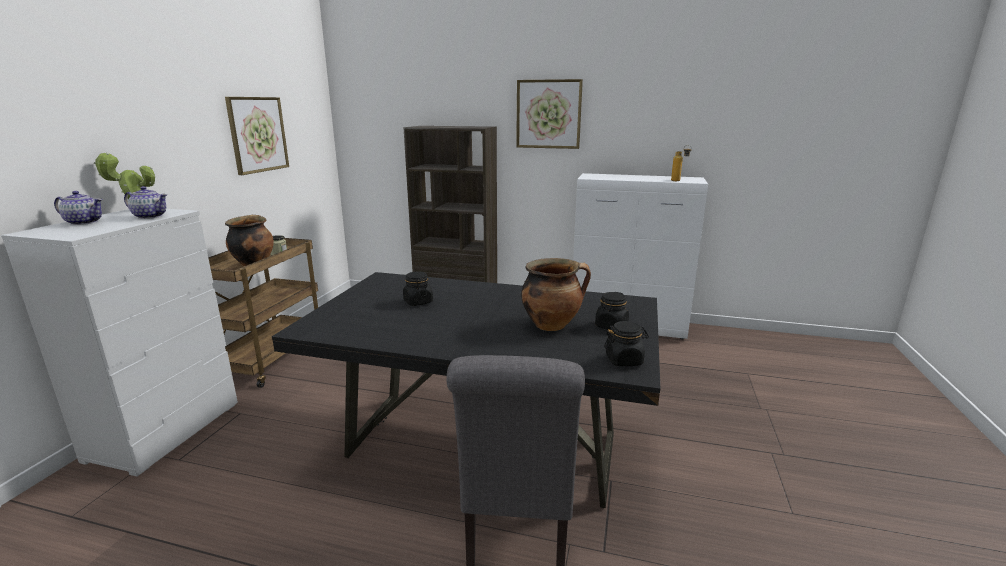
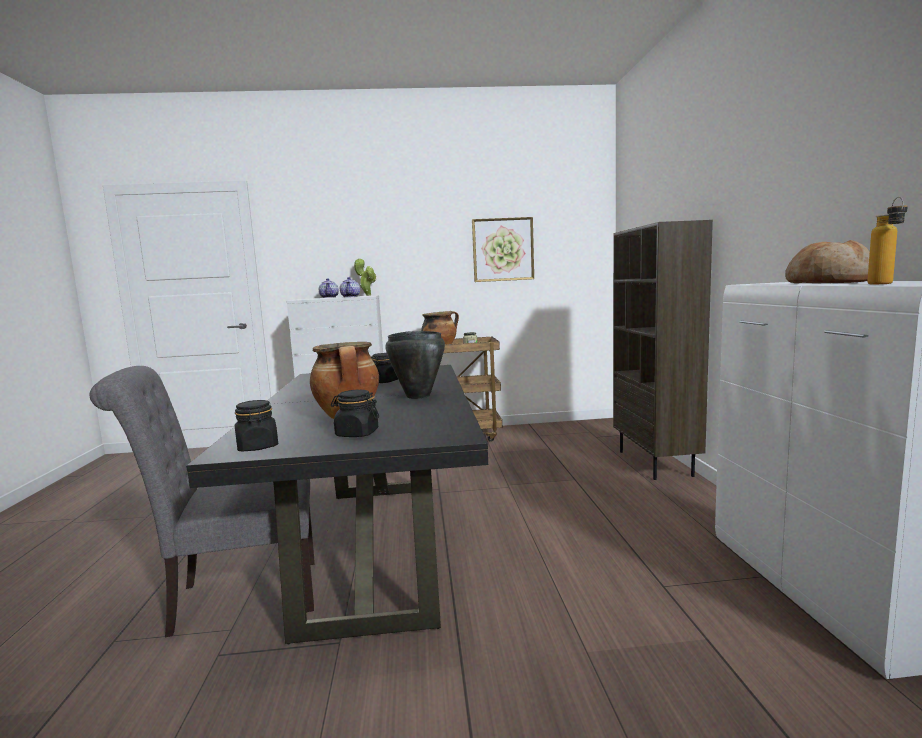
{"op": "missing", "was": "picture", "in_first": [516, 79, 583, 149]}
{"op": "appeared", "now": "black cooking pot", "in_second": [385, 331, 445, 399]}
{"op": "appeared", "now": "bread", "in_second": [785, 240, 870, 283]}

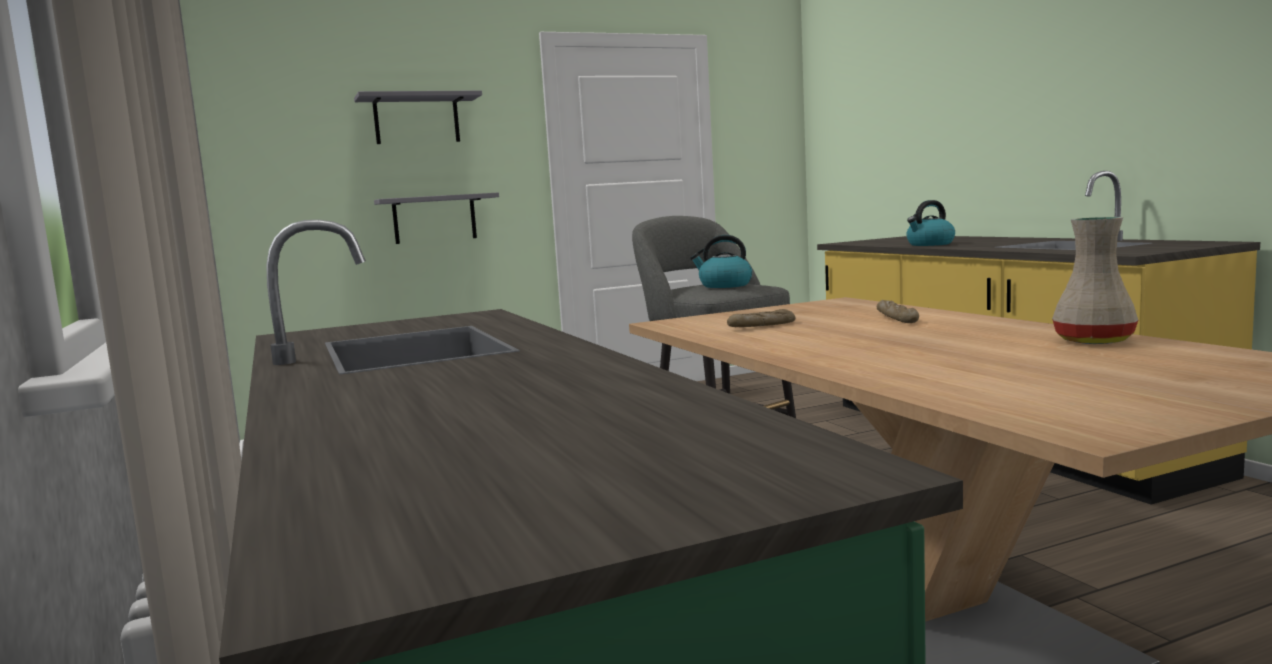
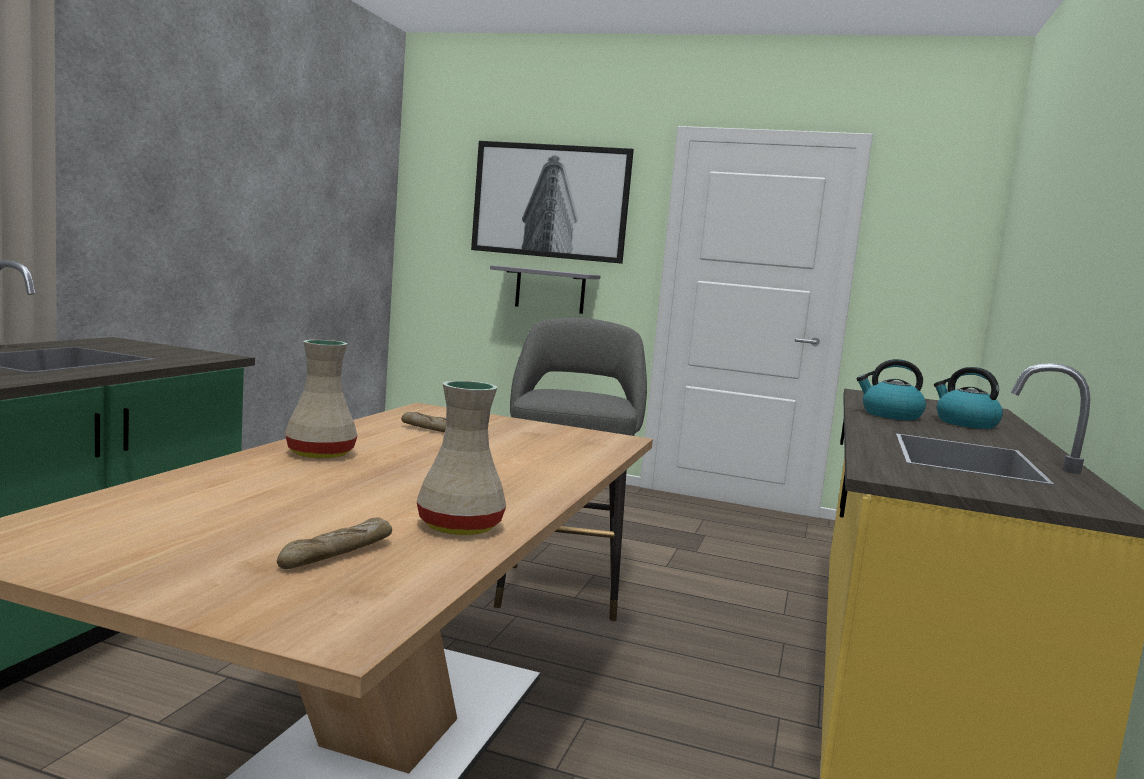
{"op": "appeared", "now": "beige vase", "in_second": [285, 340, 358, 458]}
{"op": "relocated", "was": "kettle", "in_first": [690, 235, 752, 288], "in_second": [934, 367, 1003, 429]}
{"op": "relocated", "was": "bread", "in_first": [877, 300, 919, 323], "in_second": [277, 517, 392, 569]}
{"op": "exchanged", "was": "grey shelf", "now": "picture", "in_first": [354, 90, 482, 144], "in_second": [471, 141, 634, 264]}

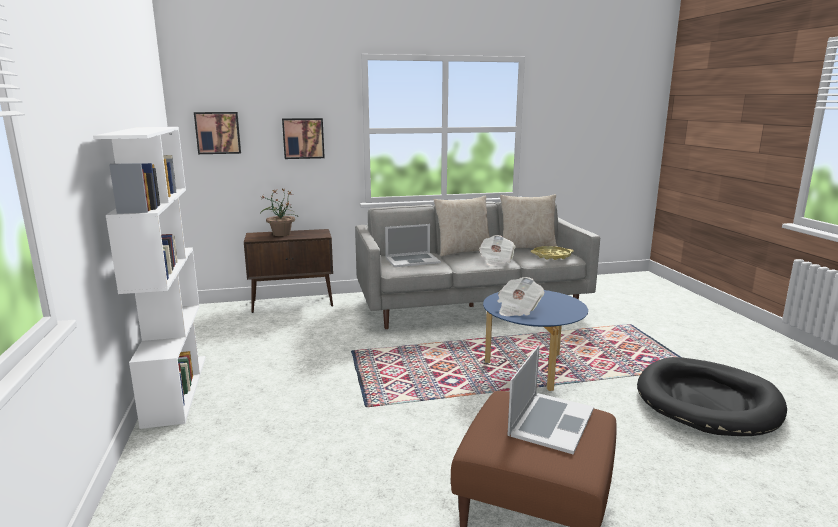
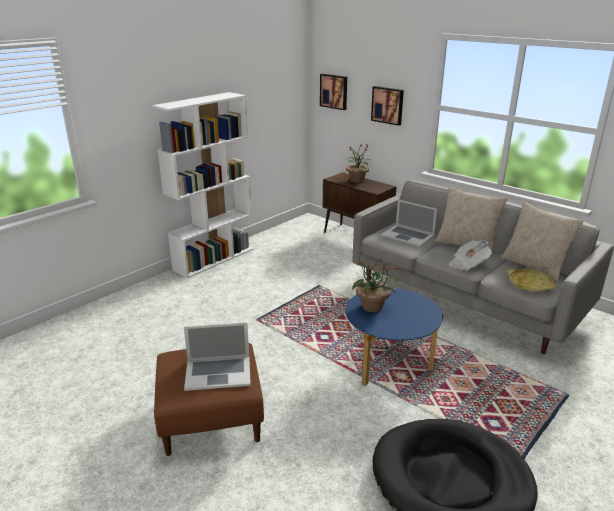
{"op": "exchanged", "was": "newspaper", "now": "potted plant", "in_first": [497, 277, 544, 316], "in_second": [352, 258, 398, 312]}

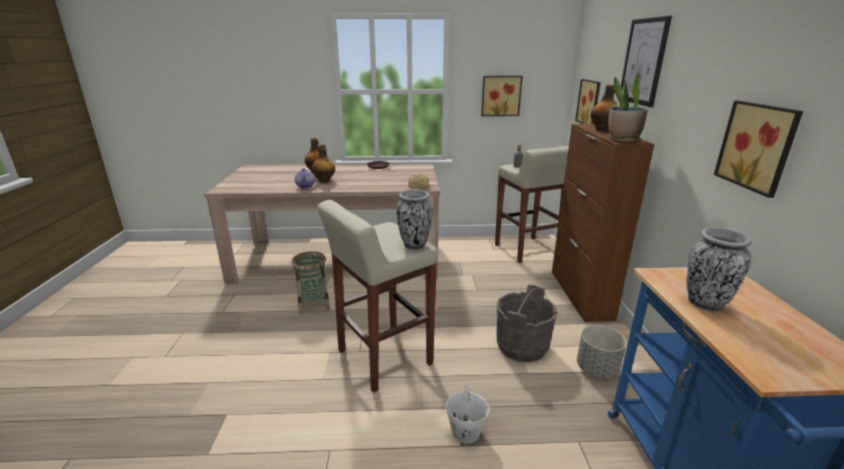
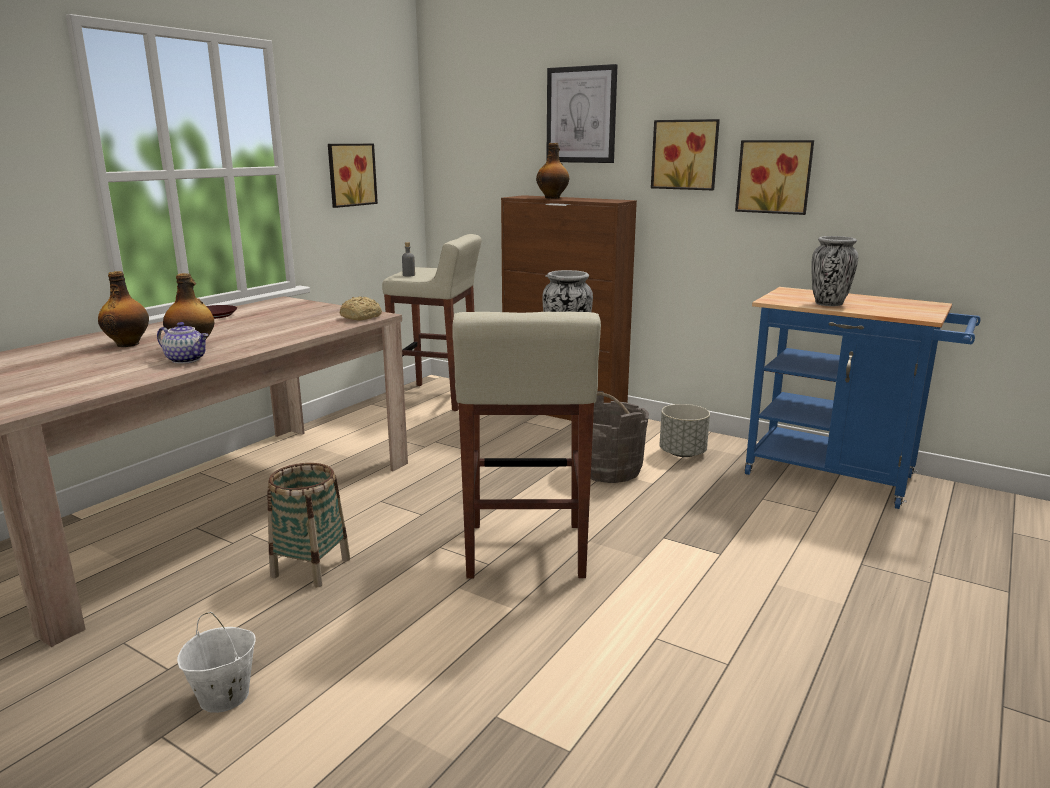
{"op": "missing", "was": "potted plant", "in_first": [608, 73, 648, 142]}
{"op": "relocated", "was": "white bucket", "in_first": [445, 385, 490, 444], "in_second": [177, 612, 256, 713]}
{"op": "relocated", "was": "picture", "in_first": [575, 79, 601, 124], "in_second": [651, 119, 720, 191]}

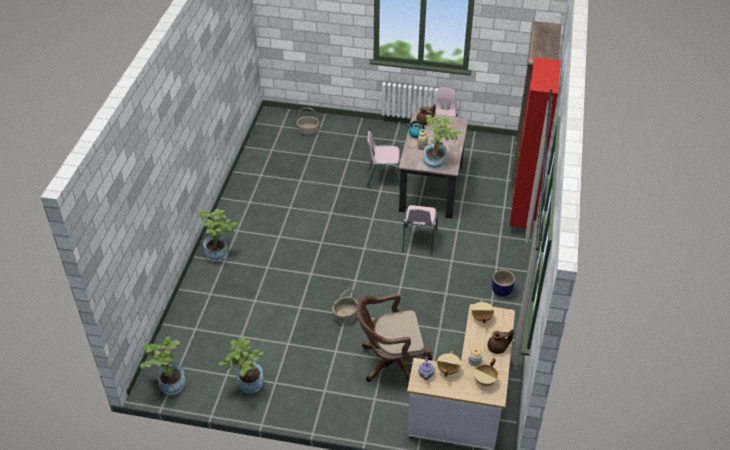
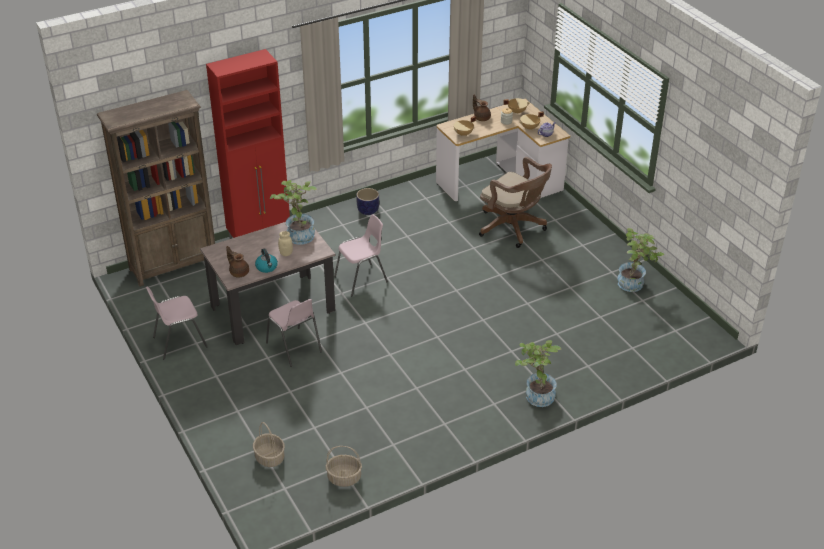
{"op": "missing", "was": "potted plant", "in_first": [140, 337, 185, 395]}
{"op": "relocated", "was": "basket", "in_first": [332, 289, 358, 323], "in_second": [326, 446, 362, 487]}

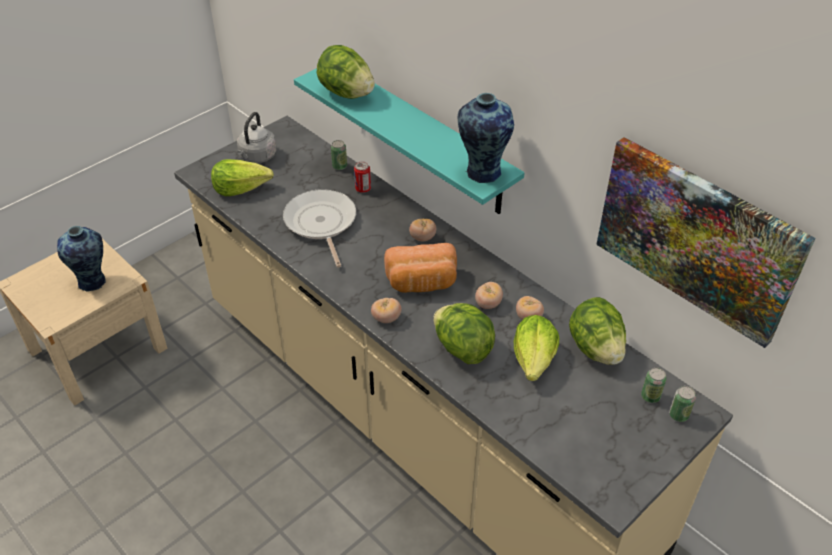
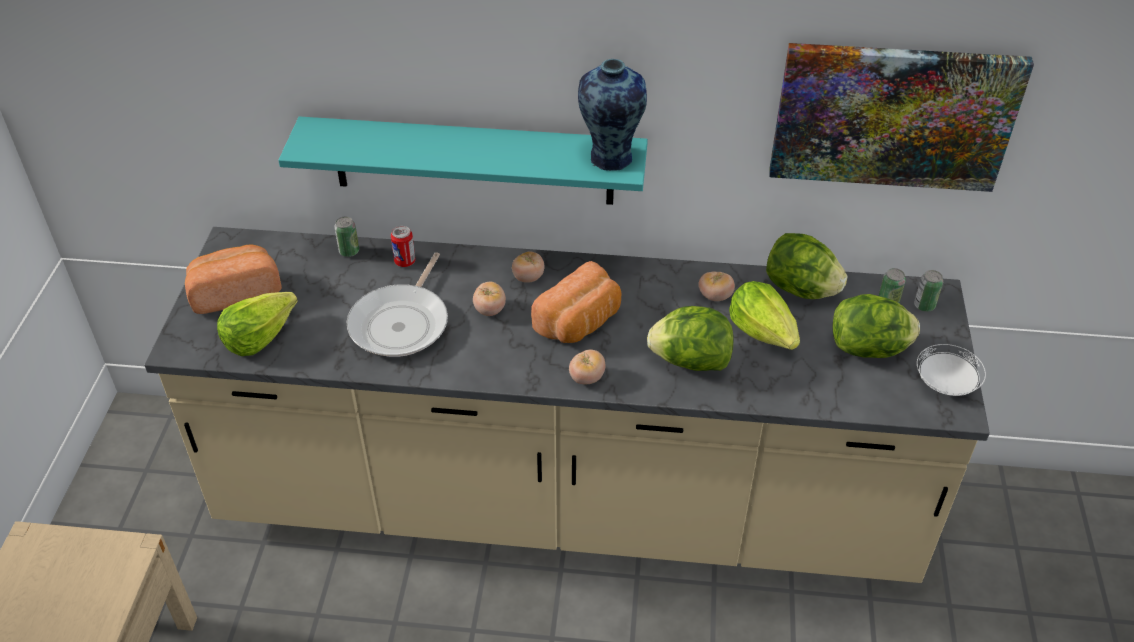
{"op": "missing", "was": "vase", "in_first": [57, 226, 106, 292]}
{"op": "appeared", "now": "white plate", "in_second": [917, 344, 986, 396]}
{"op": "relocated", "was": "lettuce", "in_first": [317, 45, 375, 99], "in_second": [832, 294, 920, 358]}
{"op": "relocated", "was": "tomato", "in_first": [475, 282, 503, 309], "in_second": [473, 282, 506, 316]}
{"op": "exchanged", "was": "grey kettle", "now": "bread", "in_first": [237, 112, 277, 163], "in_second": [185, 245, 282, 314]}
{"op": "spun", "was": "frying pan", "in_first": [283, 189, 356, 268], "in_second": [347, 252, 448, 357], "clockwise": -105}

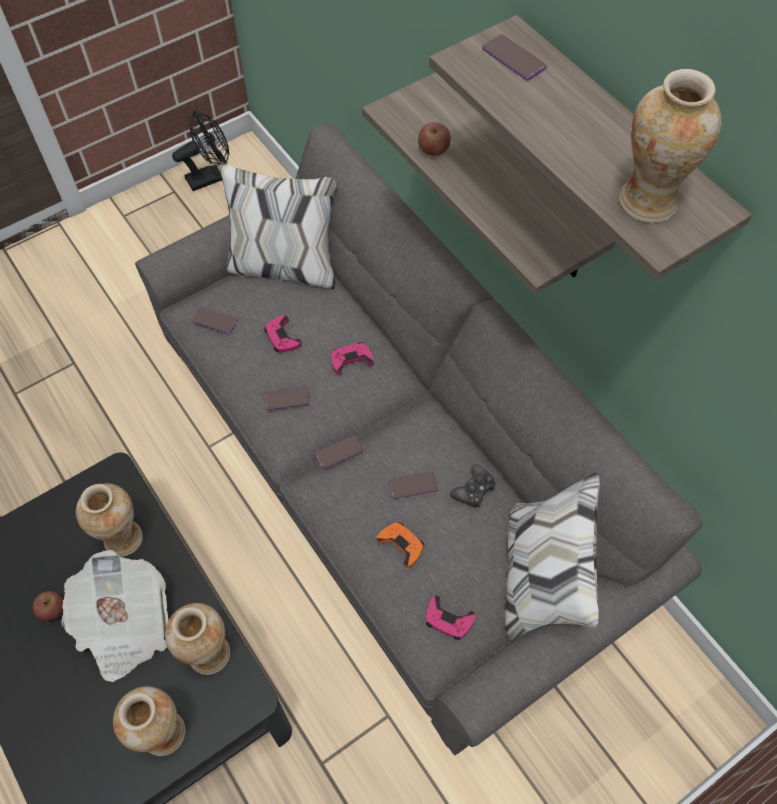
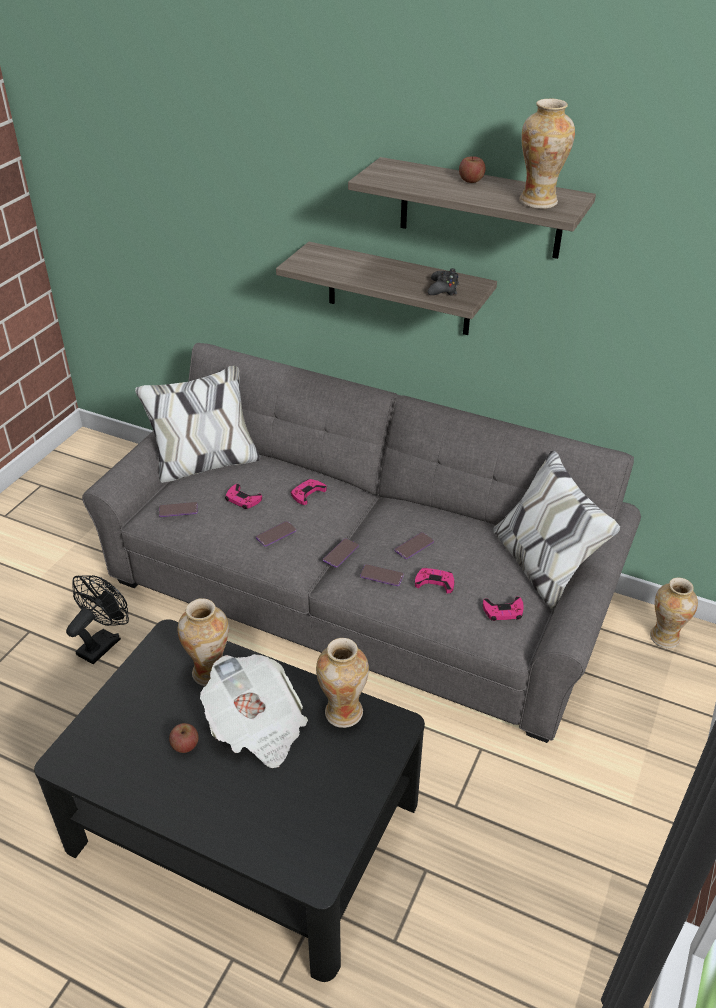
{"op": "relocated", "was": "vase", "in_first": [113, 686, 185, 756], "in_second": [650, 578, 698, 648]}
{"op": "relocated", "was": "black fan", "in_first": [172, 111, 230, 191], "in_second": [66, 575, 129, 664]}
{"op": "relocated", "was": "apple", "in_first": [418, 122, 451, 156], "in_second": [459, 156, 486, 183]}
{"op": "relocated", "was": "black game controller", "in_first": [450, 464, 496, 508], "in_second": [428, 268, 459, 296]}
{"op": "relocated", "was": "phone", "in_first": [482, 34, 547, 80], "in_second": [360, 564, 404, 586]}
{"op": "colour", "was": "orange game controller", "now": "pink game controller", "in_first": [377, 522, 424, 568], "in_second": [415, 568, 454, 593]}

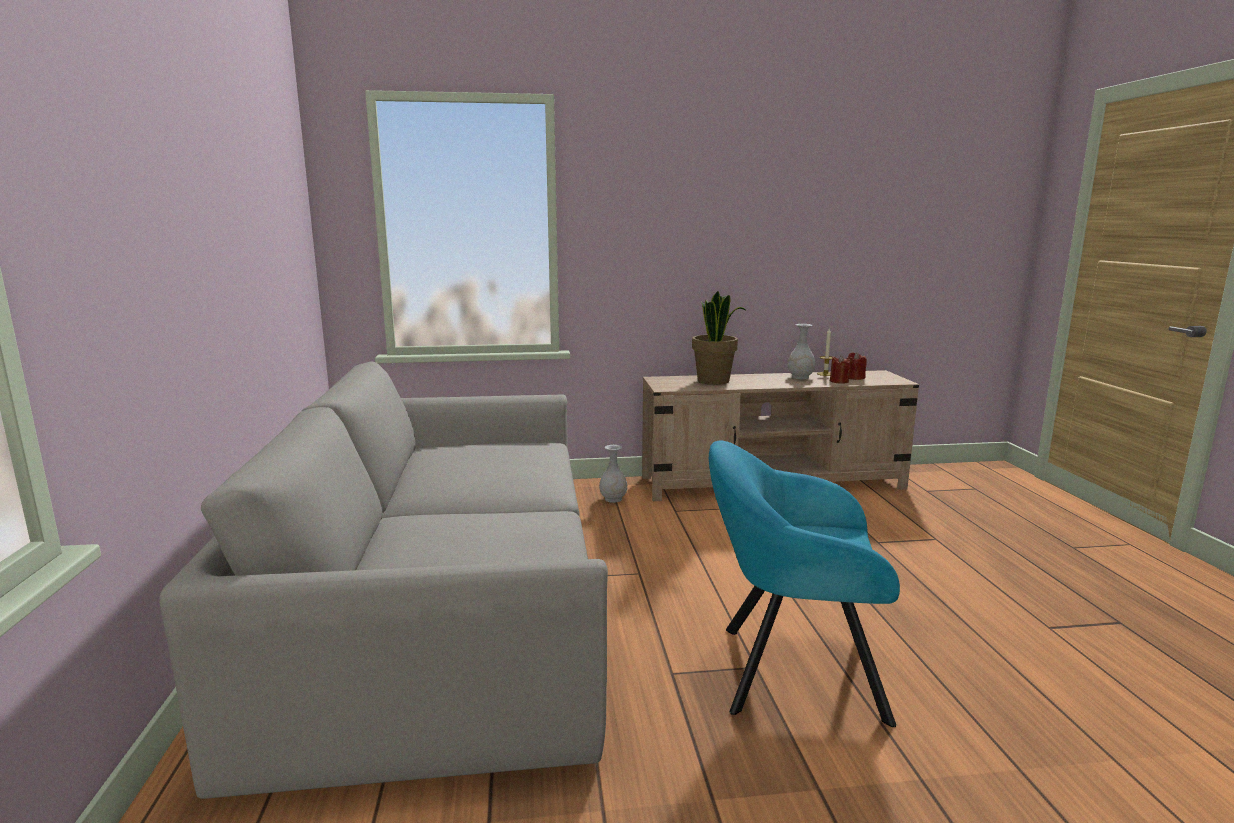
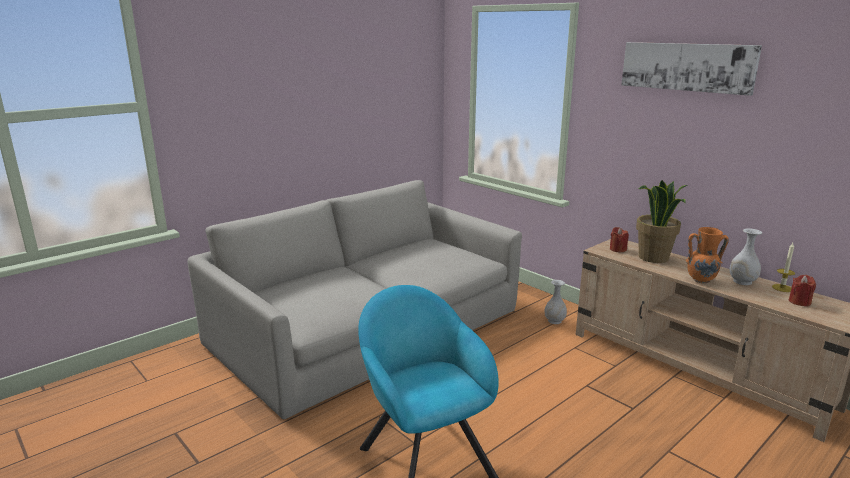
{"op": "appeared", "now": "picture", "in_second": [621, 42, 762, 96]}
{"op": "appeared", "now": "orange vase", "in_second": [686, 227, 729, 283]}
{"op": "relocated", "was": "red candle", "in_first": [830, 355, 850, 384], "in_second": [610, 227, 629, 253]}

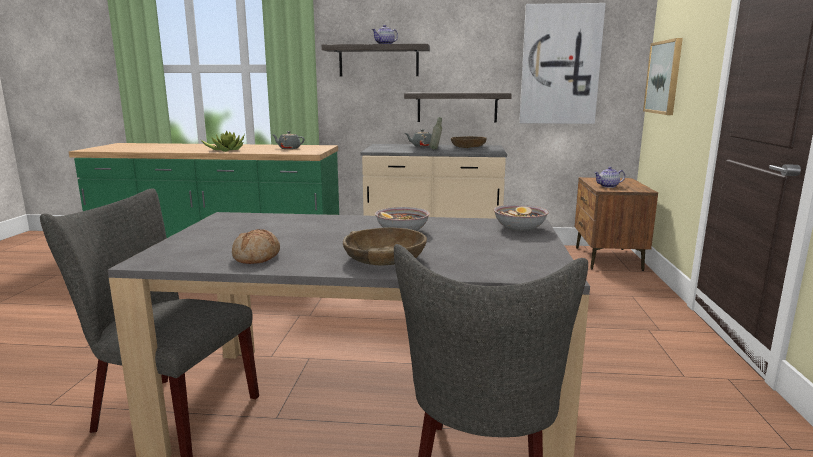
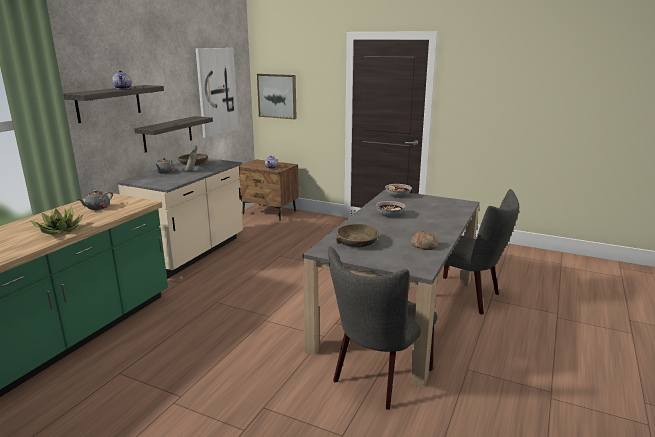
{"op": "relocated", "was": "brown bowl", "in_first": [343, 227, 427, 265], "in_second": [336, 224, 379, 247]}

